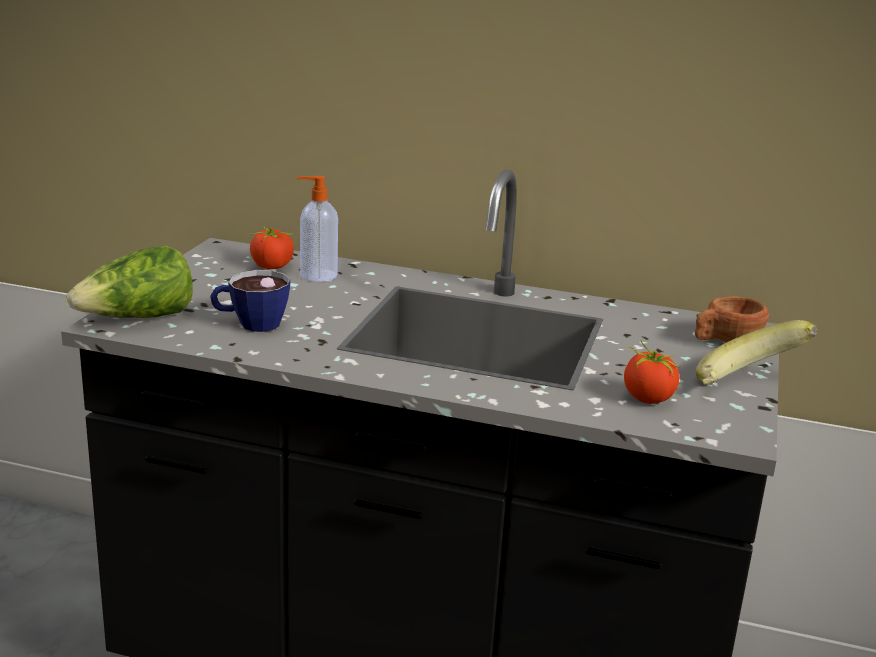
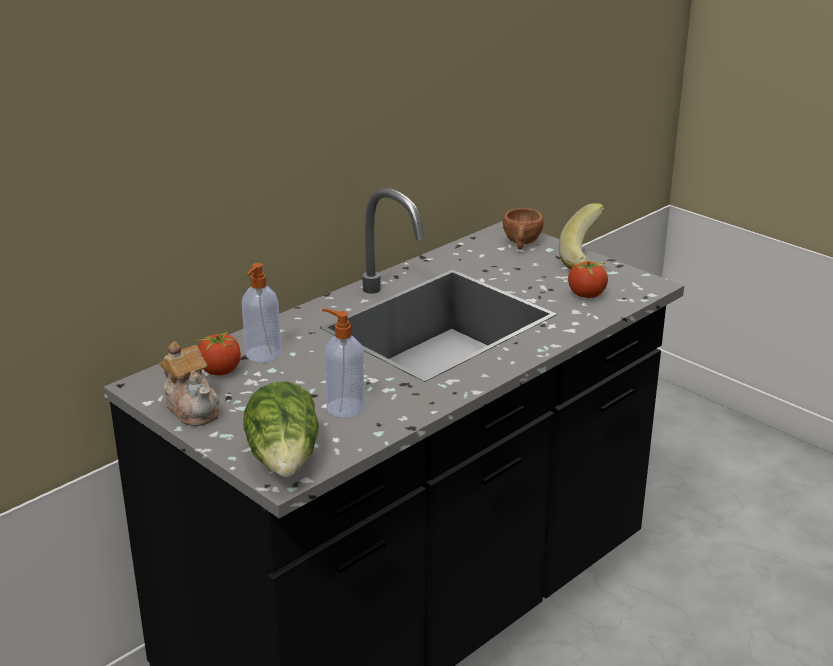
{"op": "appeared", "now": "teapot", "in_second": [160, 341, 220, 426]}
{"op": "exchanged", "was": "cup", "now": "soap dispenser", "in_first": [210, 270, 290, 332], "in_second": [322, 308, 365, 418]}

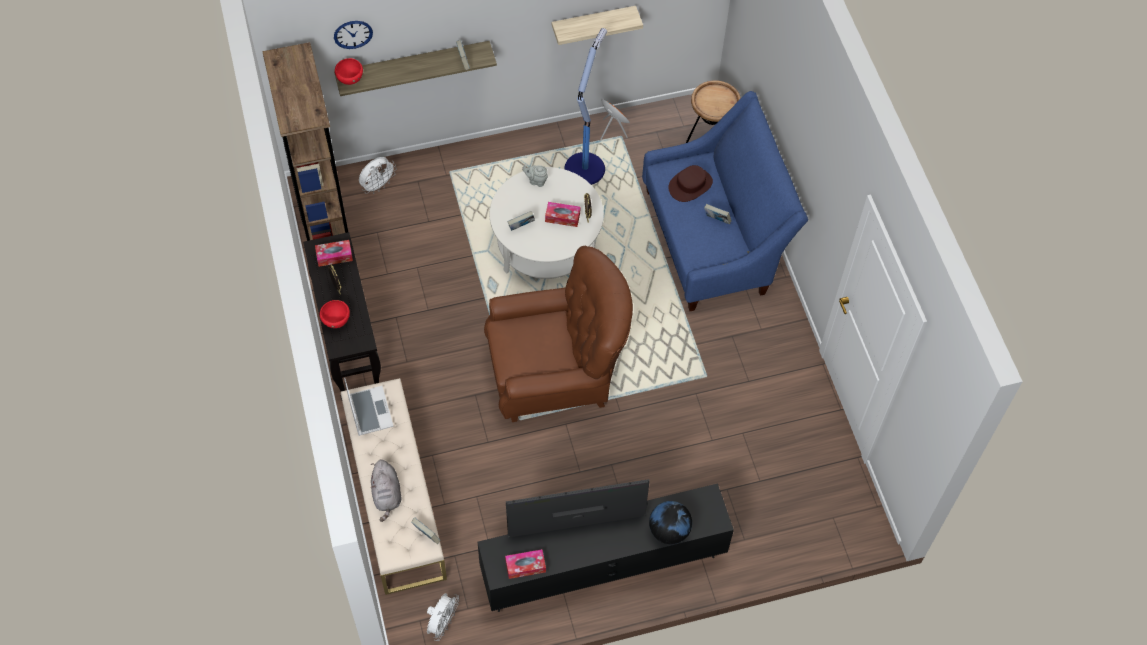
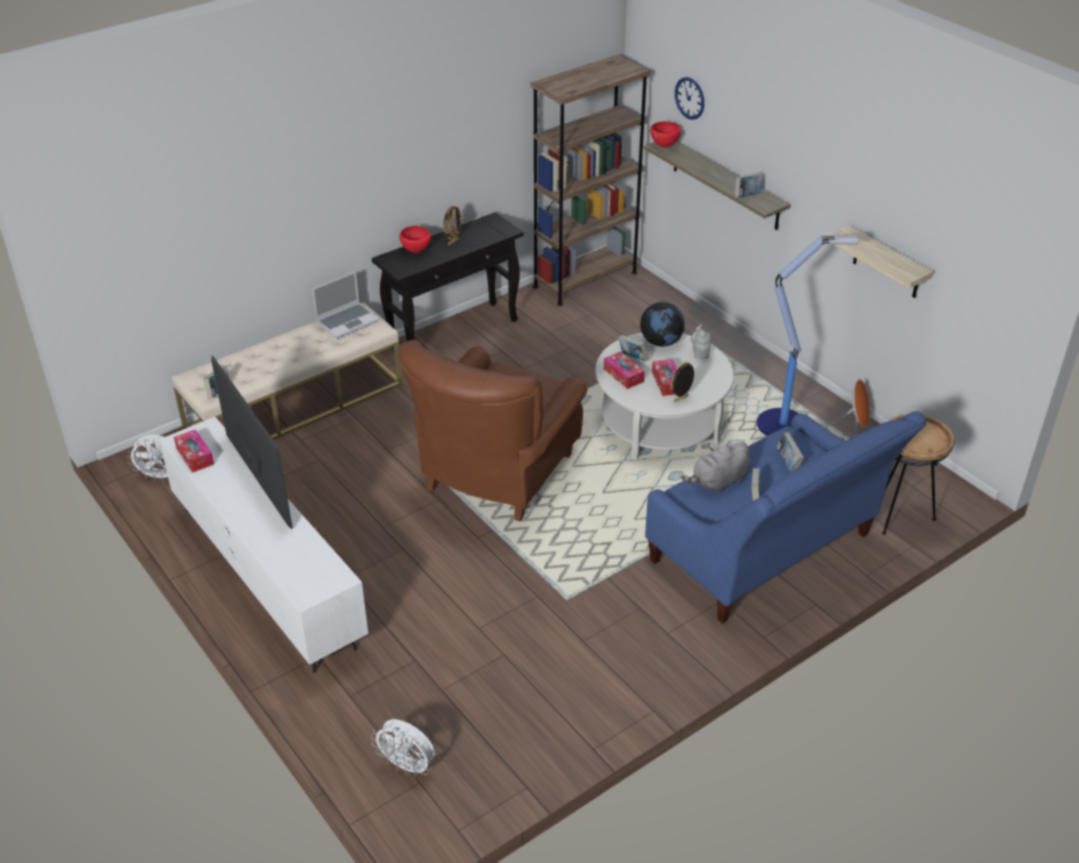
{"op": "relocated", "was": "tissue box", "in_first": [315, 240, 353, 267], "in_second": [604, 352, 645, 389]}
{"op": "relocated", "was": "white fan", "in_first": [359, 157, 397, 194], "in_second": [371, 719, 435, 778]}
{"op": "relocated", "was": "grey plush toy", "in_first": [371, 460, 401, 522], "in_second": [681, 442, 750, 493]}
{"op": "relocated", "was": "globe", "in_first": [649, 501, 692, 544], "in_second": [640, 302, 685, 347]}
{"op": "exchanged", "was": "brown hat", "now": "book", "in_first": [668, 165, 713, 202], "in_second": [776, 432, 804, 472]}
{"op": "colour", "was": "black tv stand", "now": "white tv stand", "in_first": [478, 483, 734, 612], "in_second": [159, 417, 368, 673]}
{"op": "spun", "was": "brown armchair", "in_first": [484, 246, 633, 422], "in_second": [398, 340, 588, 522], "clockwise": 60}

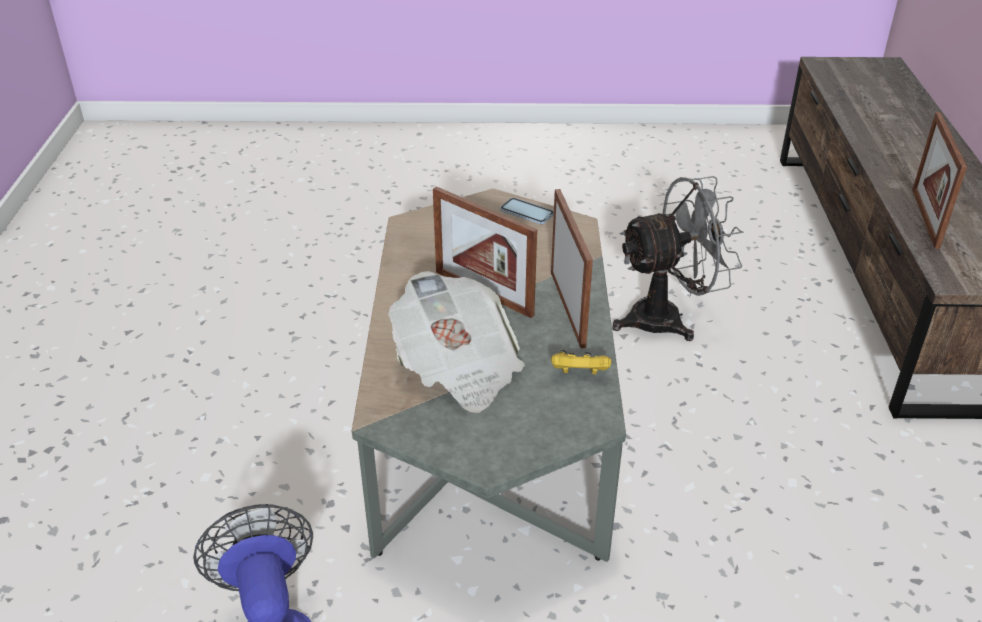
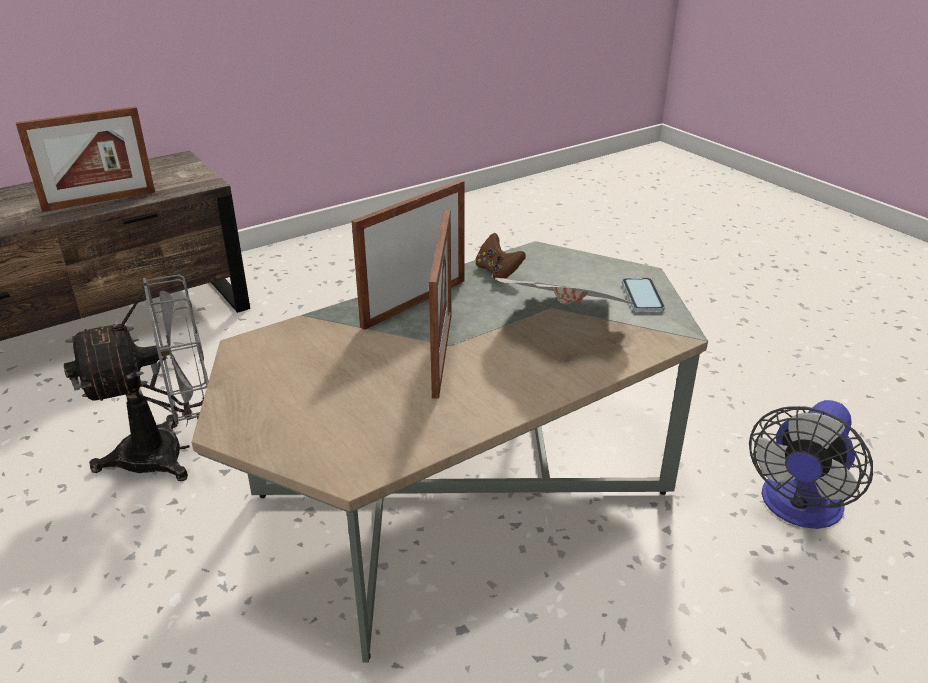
{"op": "relocated", "was": "phone", "in_first": [500, 198, 554, 224], "in_second": [622, 278, 665, 312]}
{"op": "colour", "was": "yellow game controller", "now": "brown game controller", "in_first": [551, 350, 612, 374], "in_second": [476, 233, 526, 280]}
{"op": "spun", "was": "grey fan", "in_first": [612, 176, 743, 341], "in_second": [64, 274, 209, 481], "clockwise": 120}

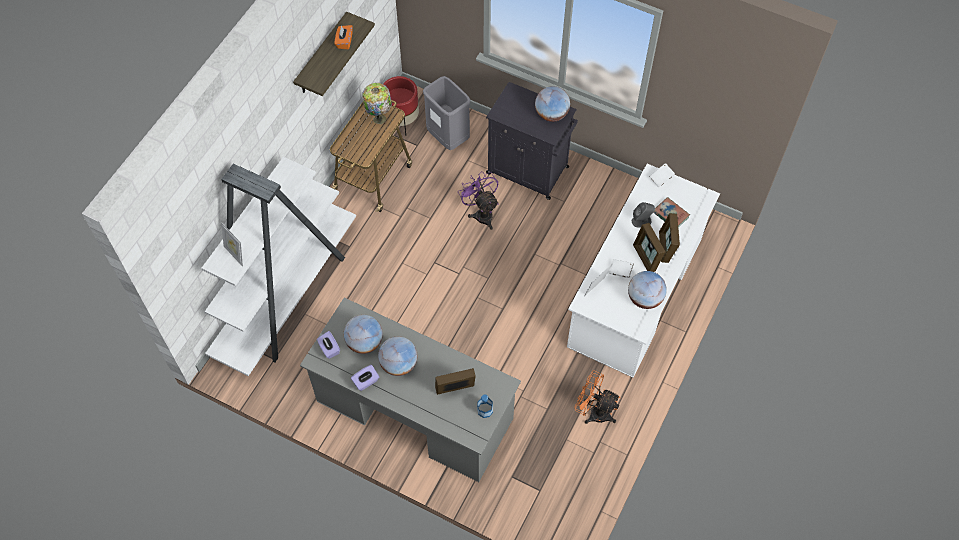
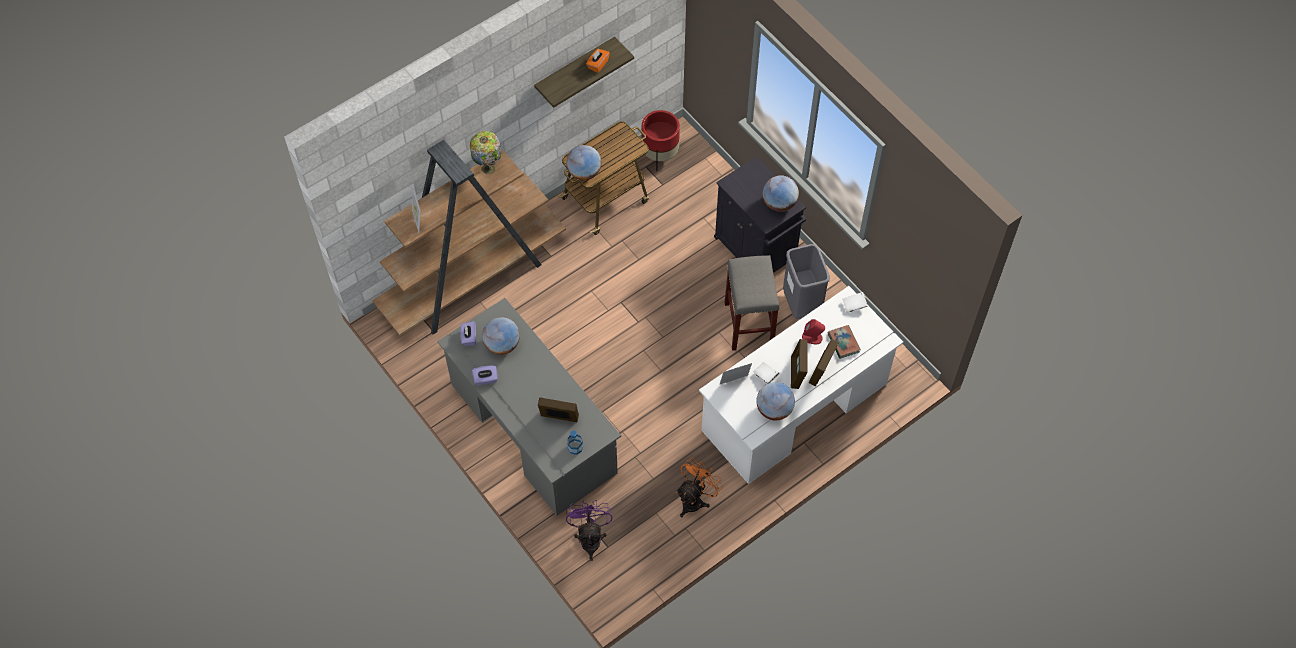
{"op": "appeared", "now": "grey stool", "in_second": [725, 255, 780, 351]}
{"op": "relocated", "was": "table lamp", "in_first": [362, 83, 392, 124], "in_second": [470, 131, 501, 175]}
{"op": "relocated", "was": "globe", "in_first": [378, 336, 418, 376], "in_second": [566, 145, 601, 180]}
{"op": "relocated", "was": "grey trash can", "in_first": [423, 76, 471, 150], "in_second": [783, 244, 830, 319]}
{"op": "relocated", "was": "purple fan", "in_first": [459, 171, 499, 230], "in_second": [566, 500, 613, 561]}
{"op": "colour", "was": "white bookcase", "now": "brown bookcase", "in_first": [201, 157, 356, 376], "in_second": [372, 140, 566, 336]}
{"op": "colour", "was": "grey speaker", "now": "red speaker", "in_first": [632, 202, 655, 227], "in_second": [802, 319, 825, 344]}
{"op": "spun", "was": "orange fan", "in_first": [574, 370, 620, 424], "in_second": [676, 457, 723, 517], "clockwise": 75}

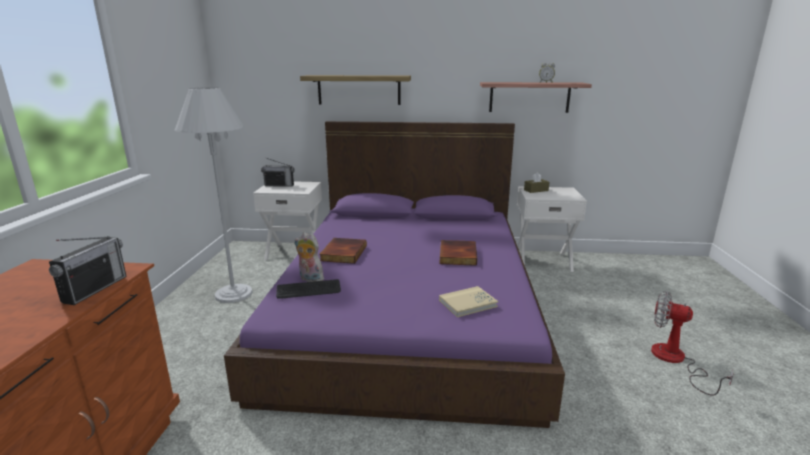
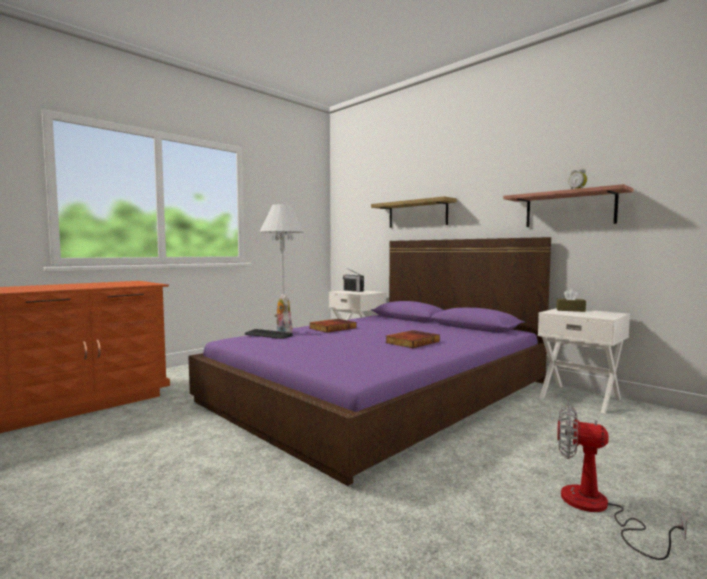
{"op": "missing", "was": "radio", "in_first": [49, 236, 127, 305]}
{"op": "missing", "was": "beige book", "in_first": [439, 286, 498, 317]}
{"op": "spun", "was": "fan", "in_first": [651, 291, 733, 396], "in_second": [557, 406, 687, 560], "clockwise": -45}

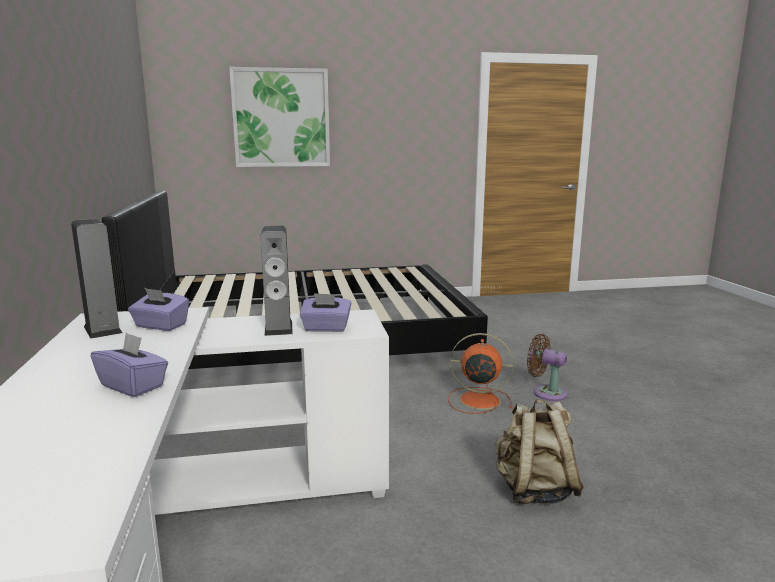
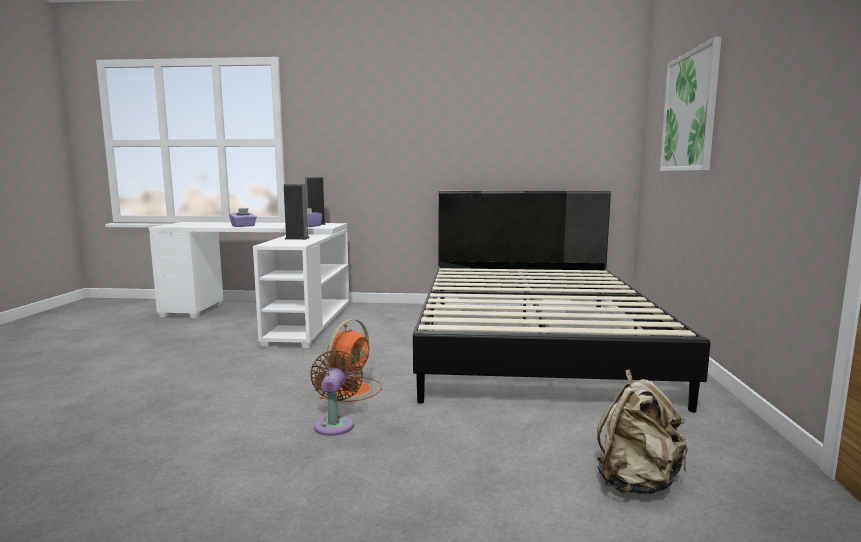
{"op": "missing", "was": "purple tissue box", "in_first": [300, 293, 351, 332]}
{"op": "relocated", "was": "beige backpack", "in_first": [495, 399, 584, 504], "in_second": [597, 369, 688, 494]}
{"op": "spun", "was": "brown fan", "in_first": [527, 334, 567, 401], "in_second": [311, 350, 363, 436], "clockwise": -45}

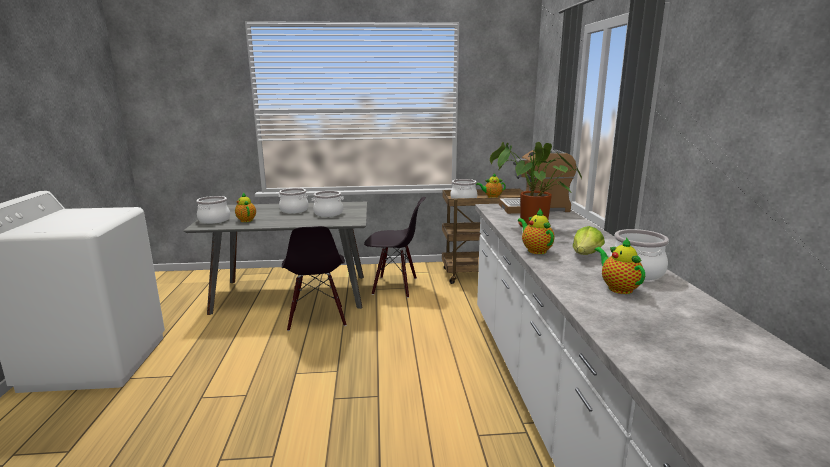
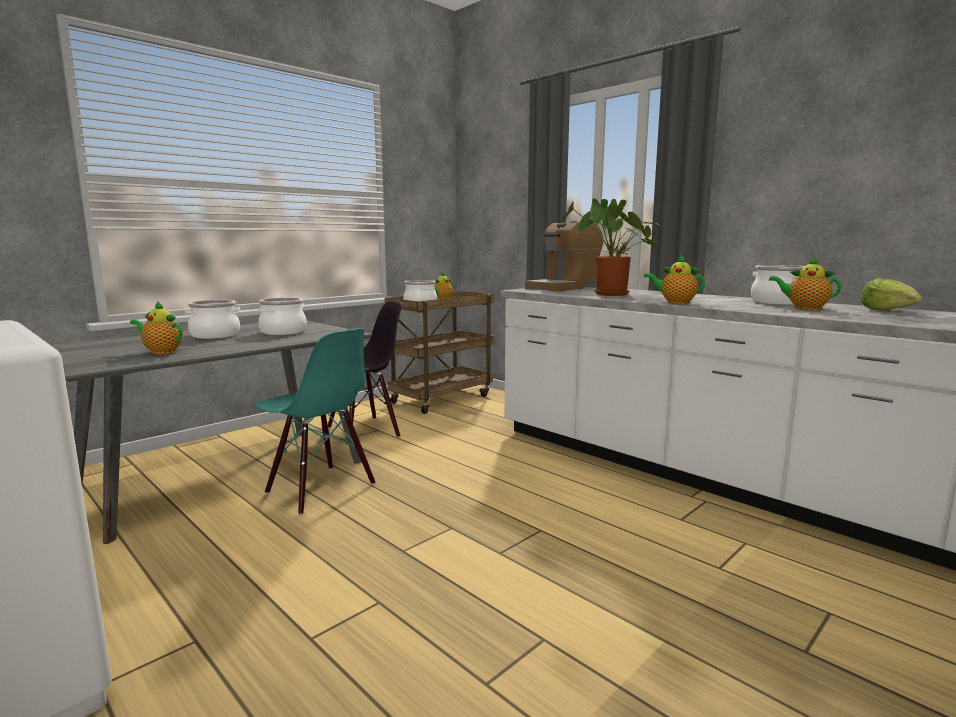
{"op": "missing", "was": "cooking pot", "in_first": [196, 196, 230, 224]}
{"op": "relocated", "was": "lettuce", "in_first": [573, 226, 605, 255], "in_second": [861, 278, 922, 310]}
{"op": "colour", "was": "black chair", "now": "turquoise chair", "in_first": [282, 226, 347, 331], "in_second": [254, 329, 376, 515]}

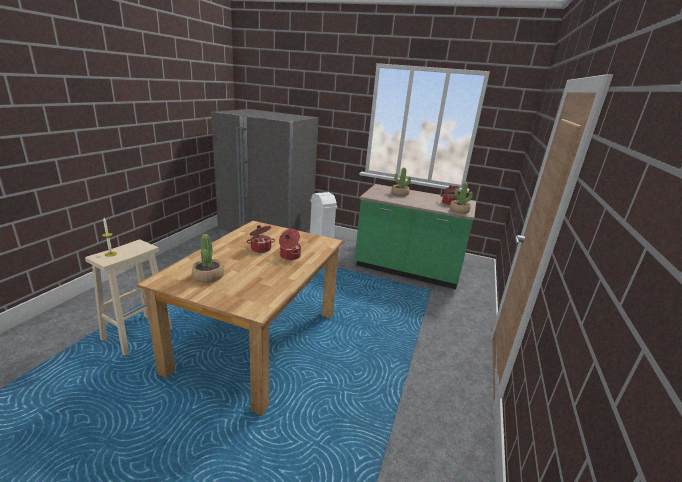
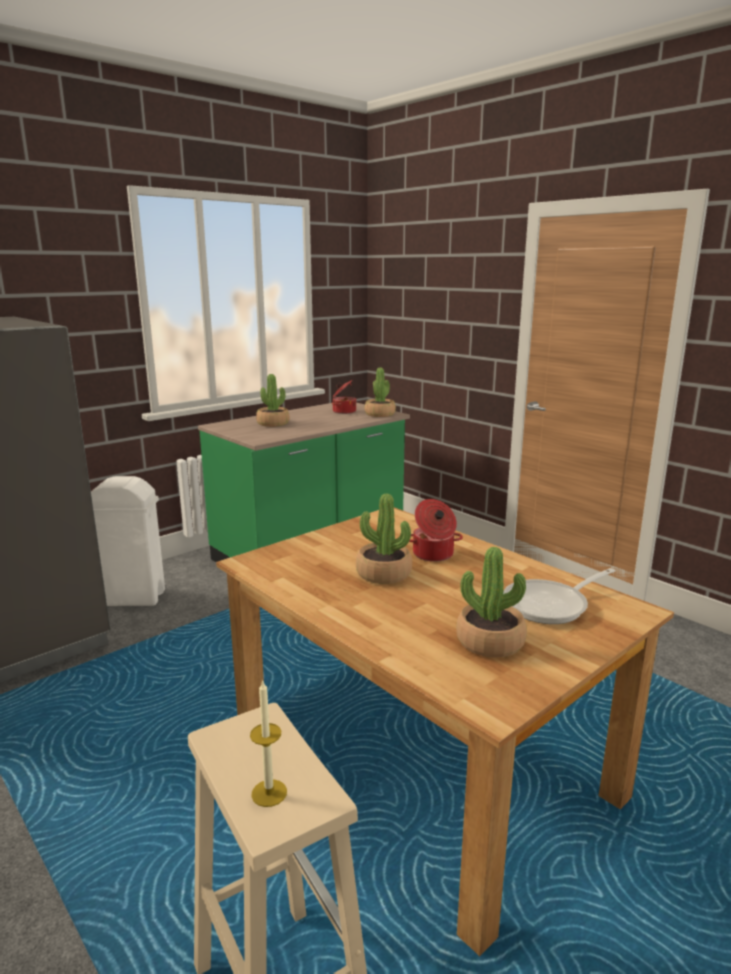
{"op": "appeared", "now": "frying pan", "in_second": [503, 568, 615, 624]}
{"op": "exchanged", "was": "cooking pot", "now": "potted plant", "in_first": [246, 225, 275, 253], "in_second": [356, 493, 412, 584]}

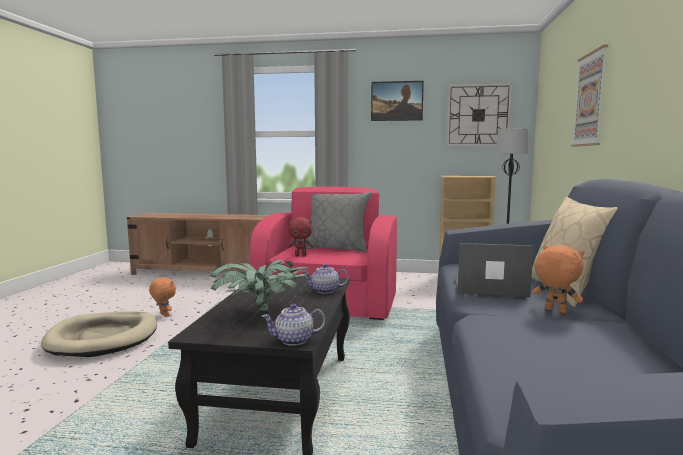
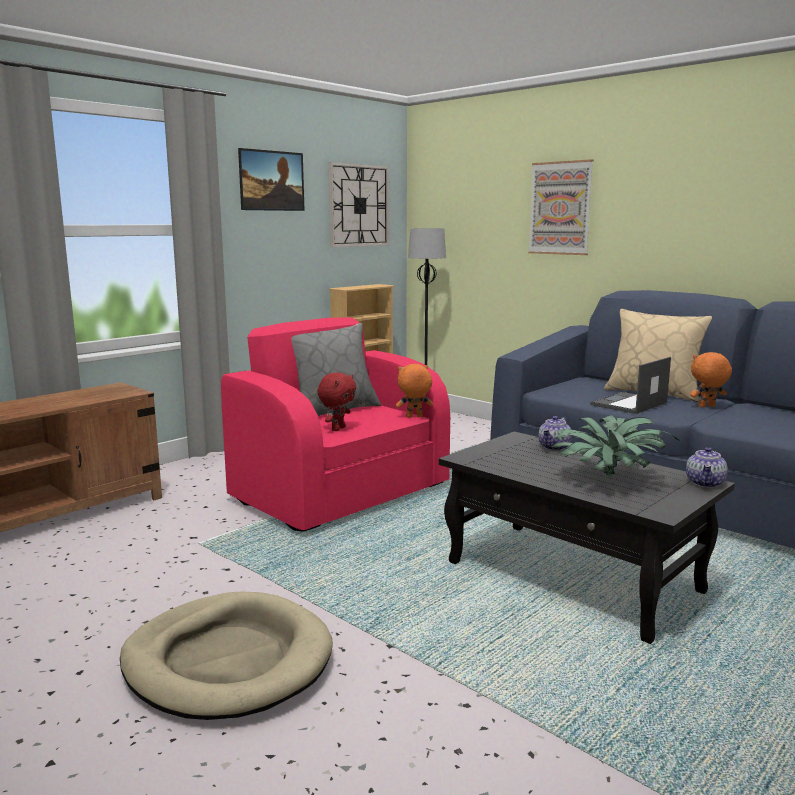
{"op": "relocated", "was": "orange plush toy", "in_first": [149, 277, 176, 317], "in_second": [396, 364, 433, 418]}

